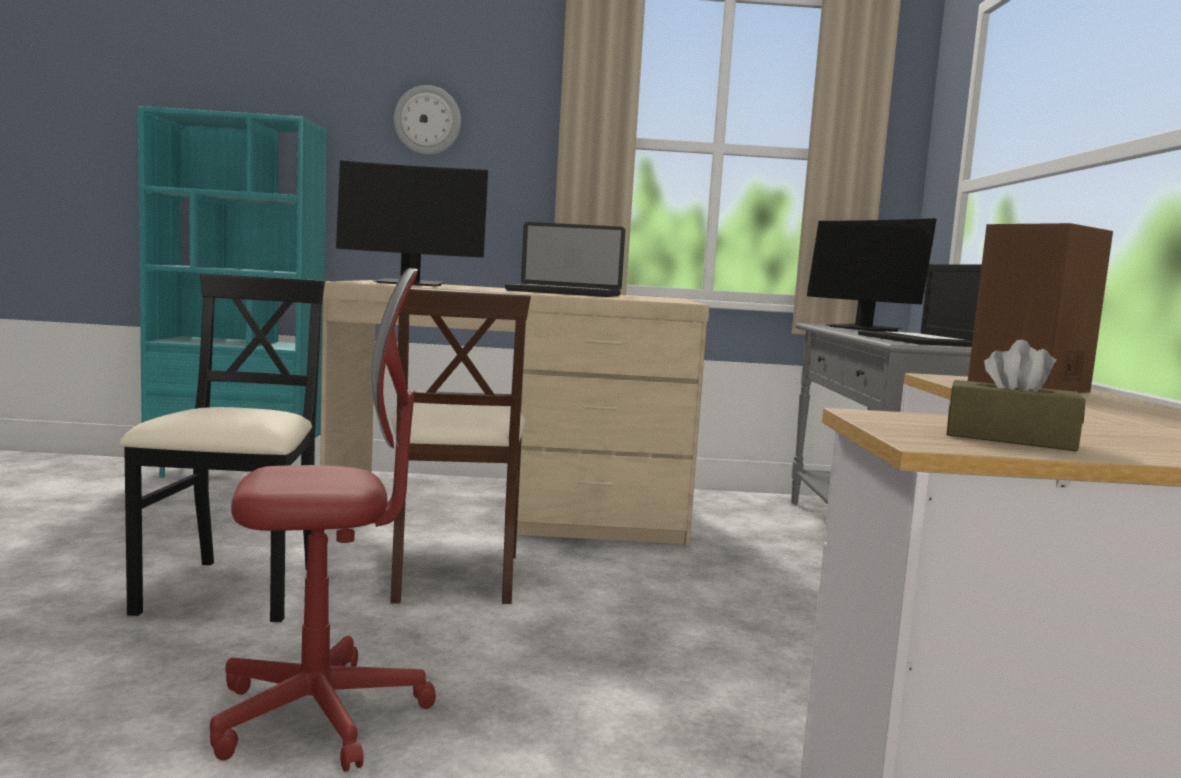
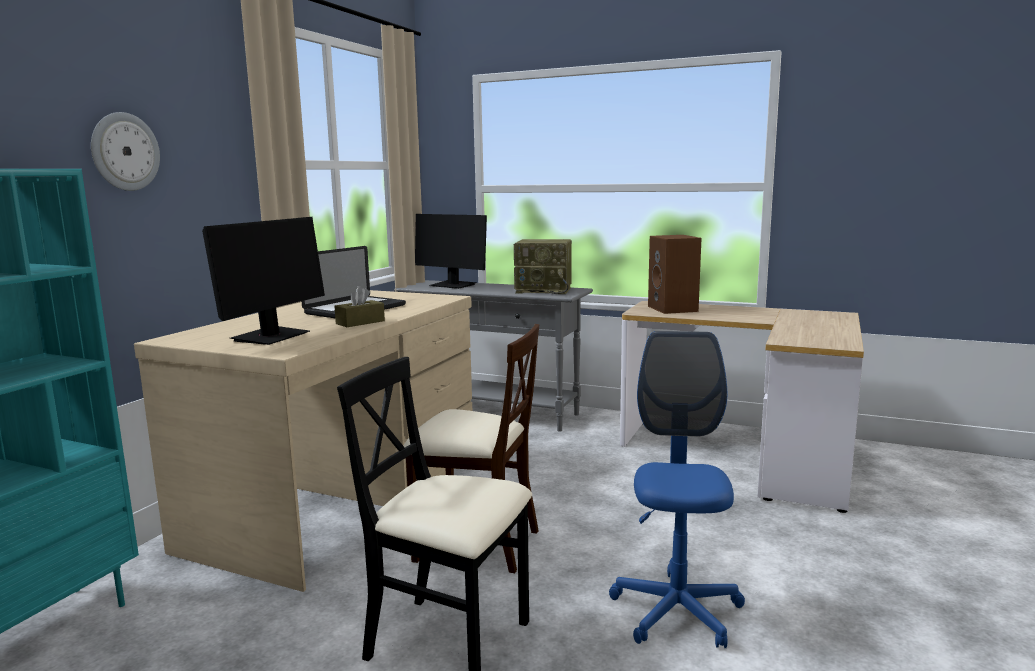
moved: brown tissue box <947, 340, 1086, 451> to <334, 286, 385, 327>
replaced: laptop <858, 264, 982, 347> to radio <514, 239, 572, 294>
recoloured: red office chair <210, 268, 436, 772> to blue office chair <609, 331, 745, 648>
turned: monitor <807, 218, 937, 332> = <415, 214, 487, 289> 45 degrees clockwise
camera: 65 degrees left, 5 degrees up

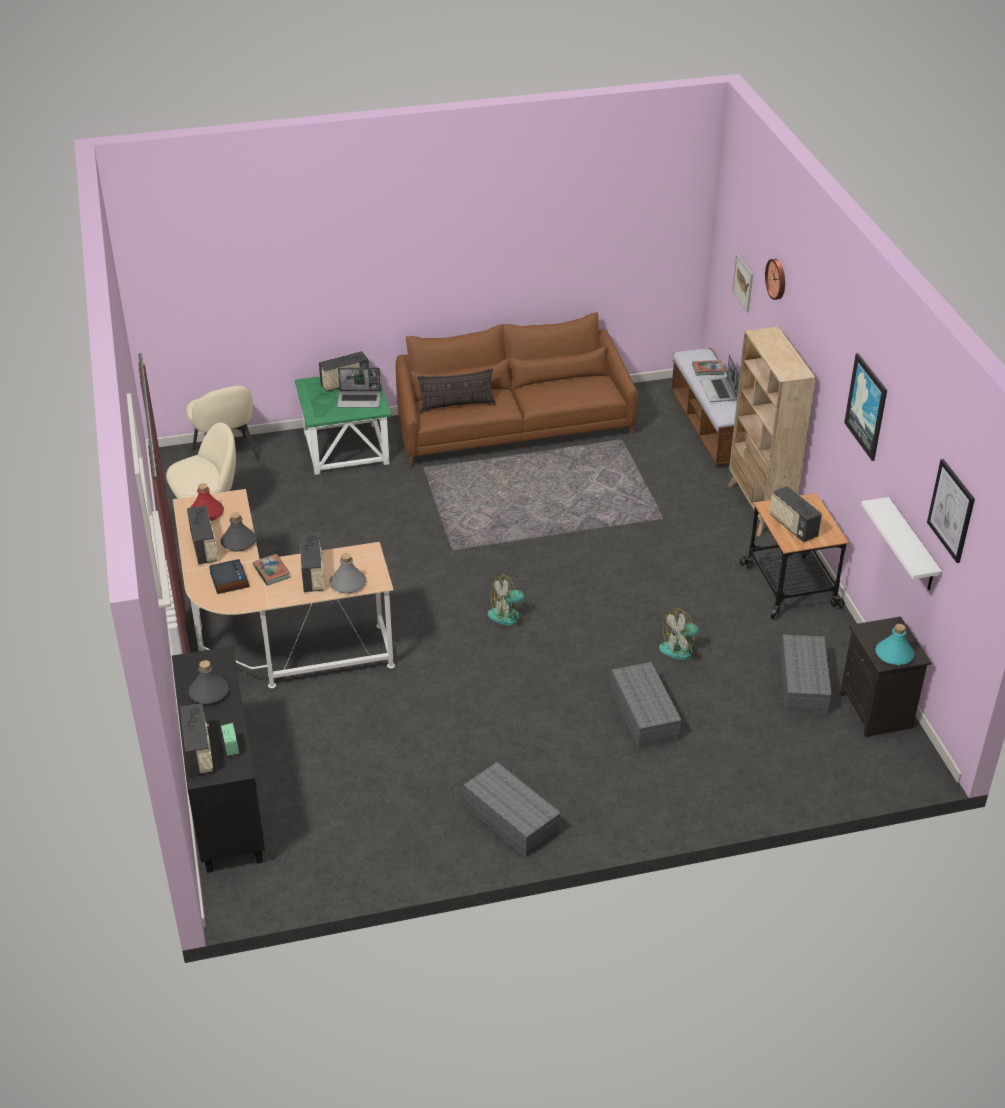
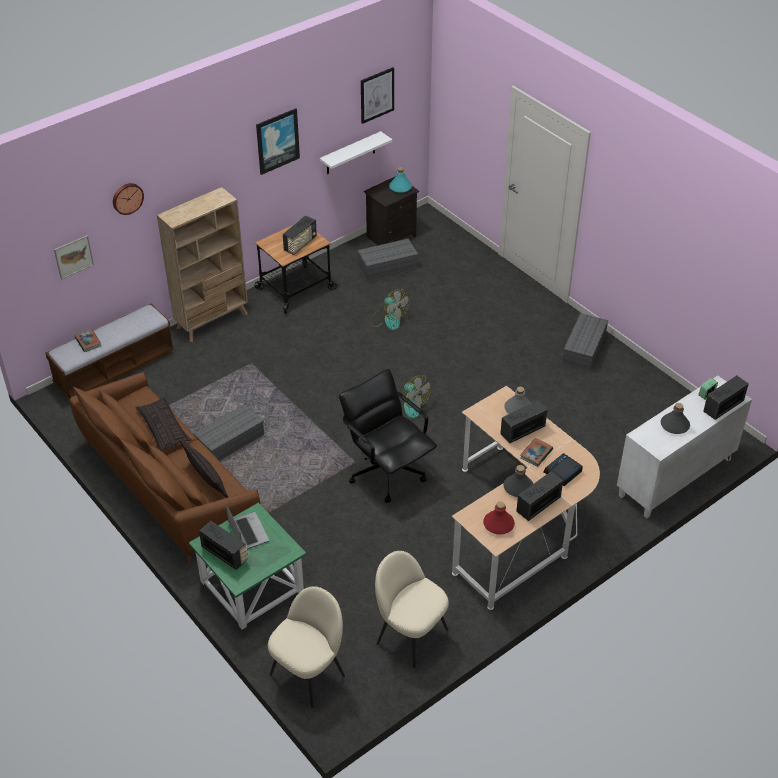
removed: laptop <700, 354, 740, 402>
added: black office chair <339, 369, 437, 503>; pillow <135, 396, 192, 451>
moved: grey storage box <611, 662, 682, 749> to <193, 404, 264, 461>
recoloured: black cabinet <172, 646, 265, 873> to white cabinet <617, 375, 752, 518>
camera: 115 degrees left, 5 degrees up

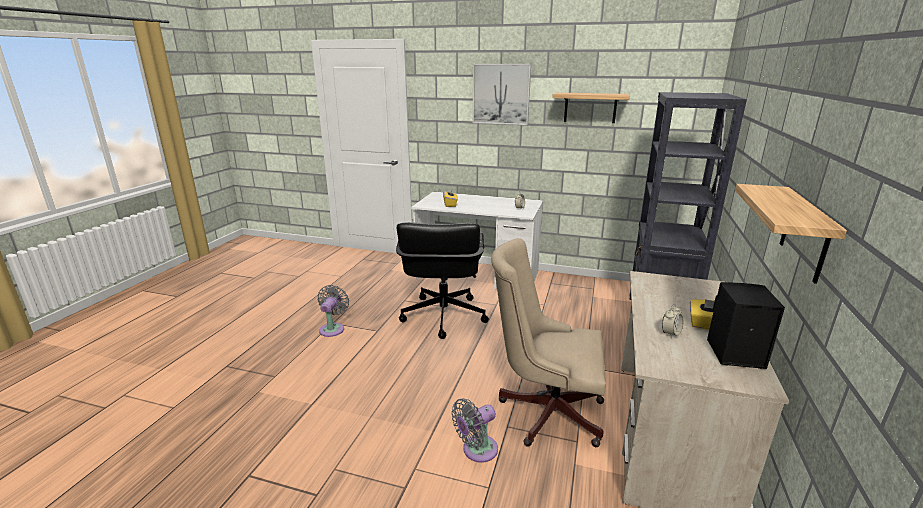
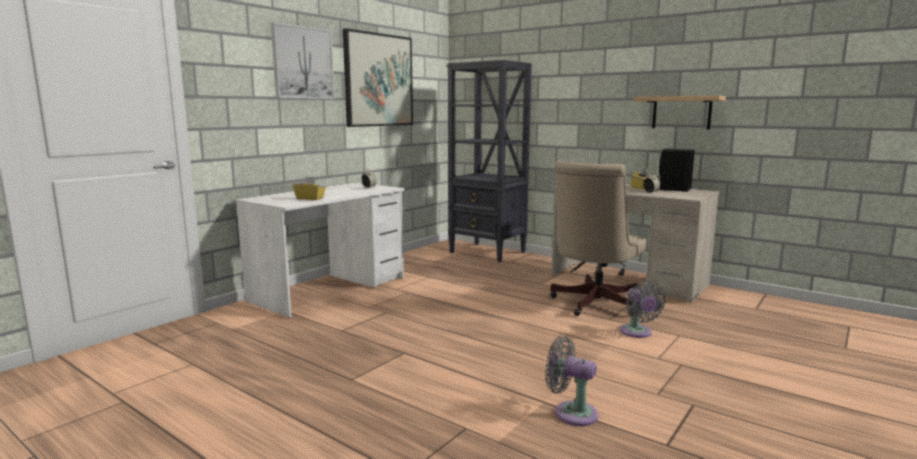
removed: black office chair <396, 222, 489, 339>
moved: grey fan <318, 285, 349, 337> to <545, 336, 598, 426>
replaced: shelf <552, 92, 630, 123> to picture <343, 28, 413, 127>
camera: 70 degrees left, 10 degrees down

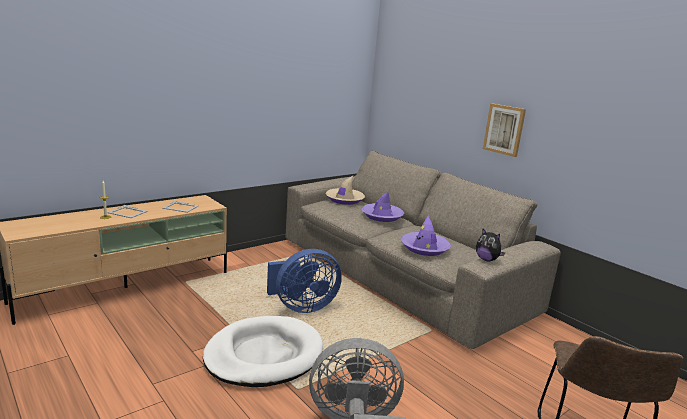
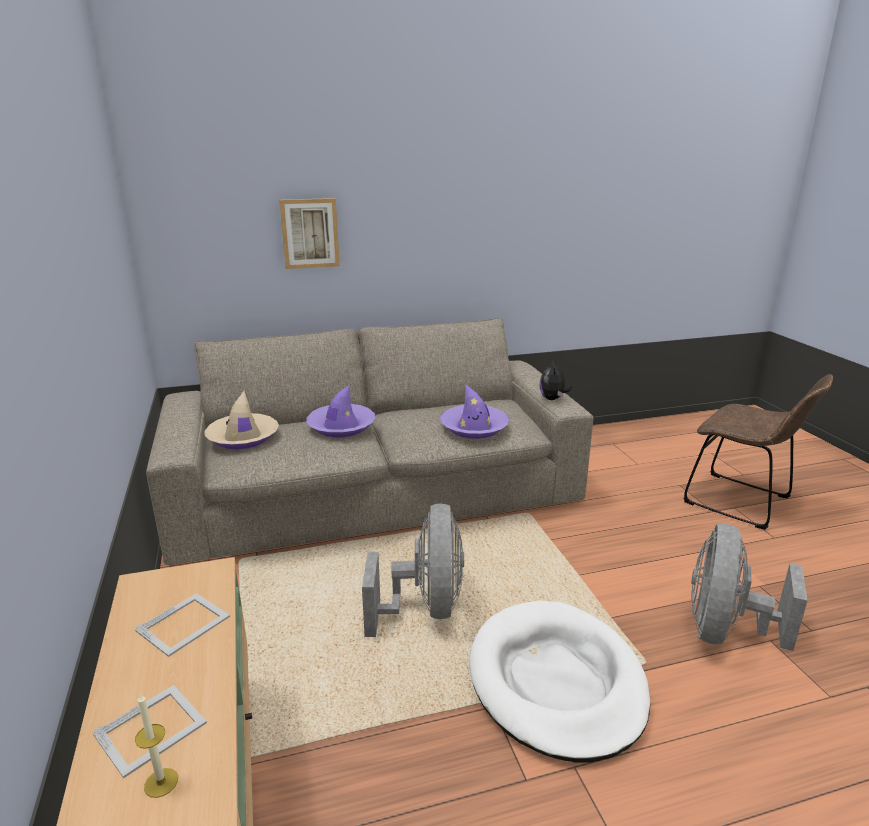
moved: picture <483, 104, 526, 157> to <279, 198, 340, 269>
recoloured: blue fan <267, 249, 342, 313> to grey fan <362, 503, 464, 637>
turned: plush toy <476, 229, 505, 261> = <539, 359, 572, 400> 120 degrees clockwise
camera: 65 degrees left, 5 degrees up

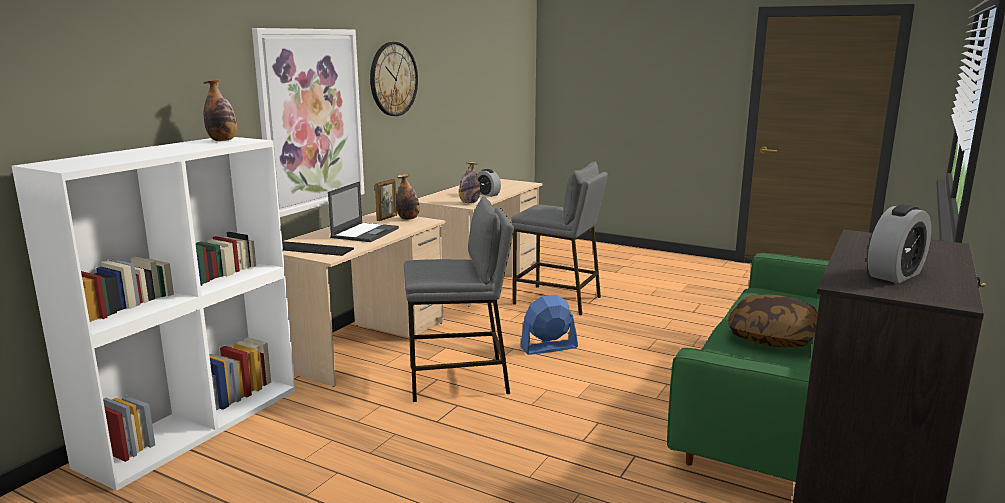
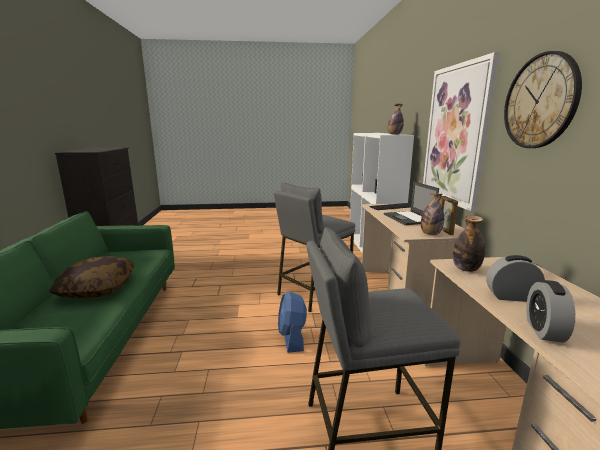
moved: alarm clock <868, 204, 931, 283> to <526, 280, 575, 343>
turned: blue fan <520, 295, 578, 355> = <278, 292, 307, 353> 135 degrees clockwise
camera: 145 degrees right, 0 degrees up

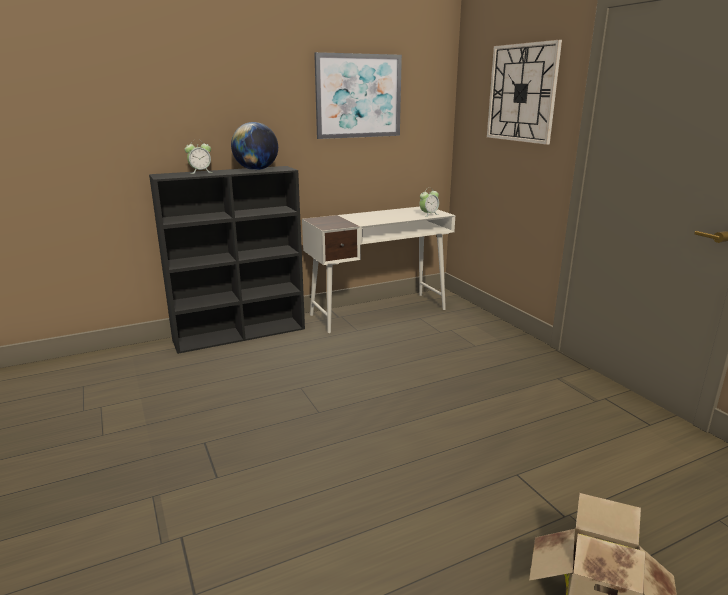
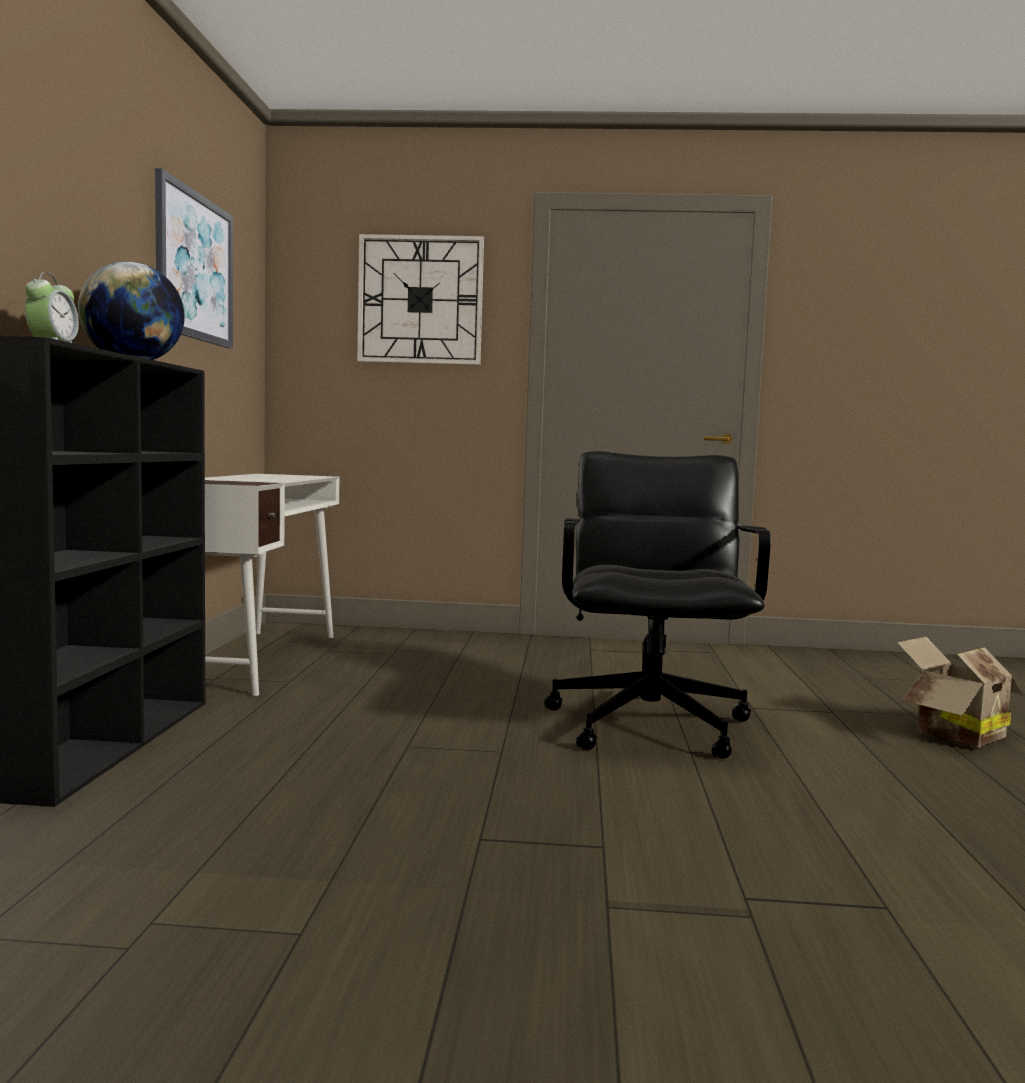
removed: alarm clock <420, 188, 439, 217>
added: black office chair <544, 451, 771, 759>
camera: 60 degrees left, 15 degrees down

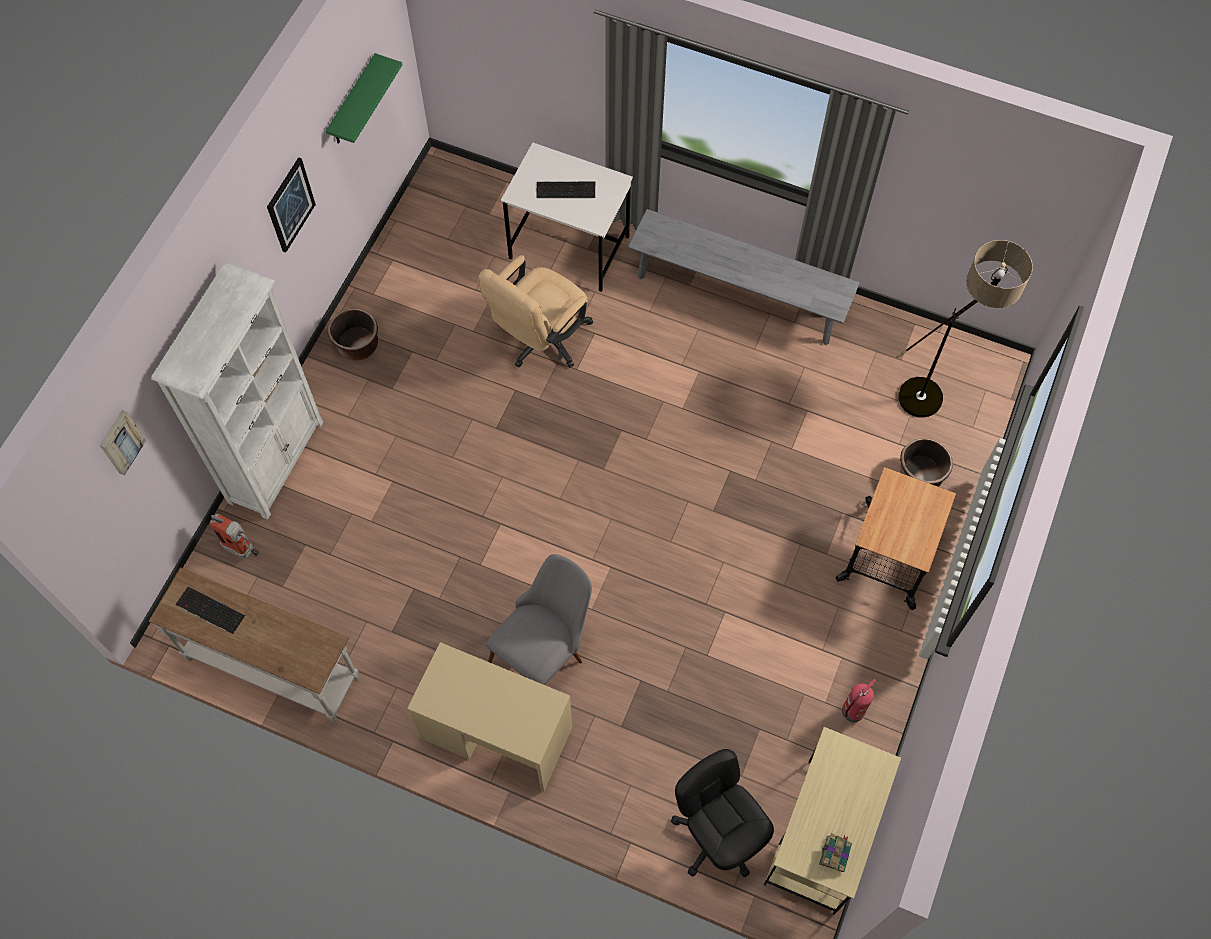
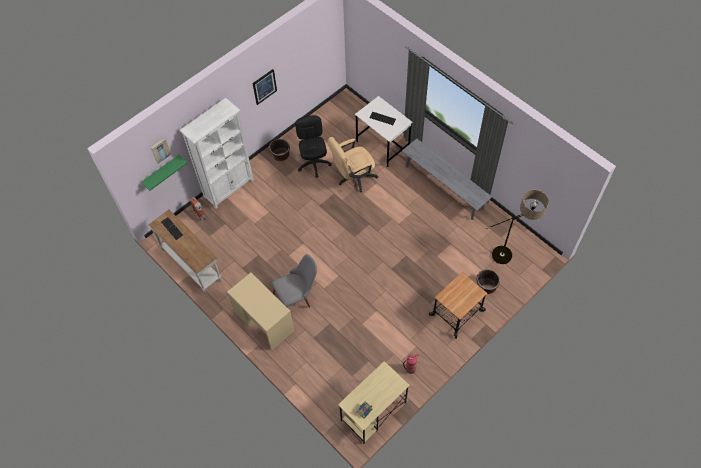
moved: green shelf <326, 53, 402, 144> to <141, 155, 188, 191>; black office chair <671, 749, 774, 877> to <295, 115, 332, 178>
camera: 25 degrees right, 5 degrees down

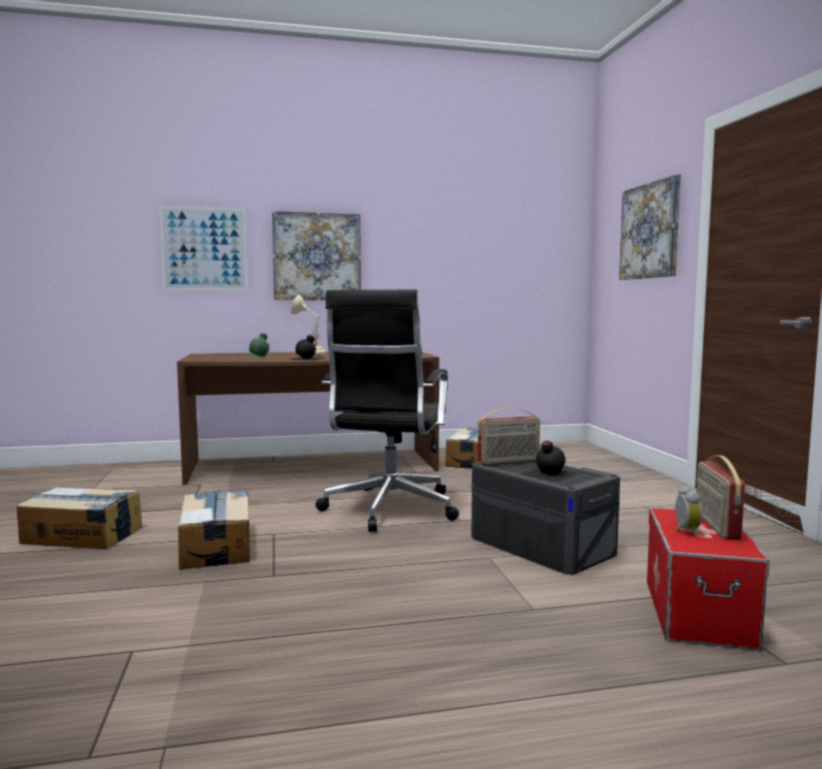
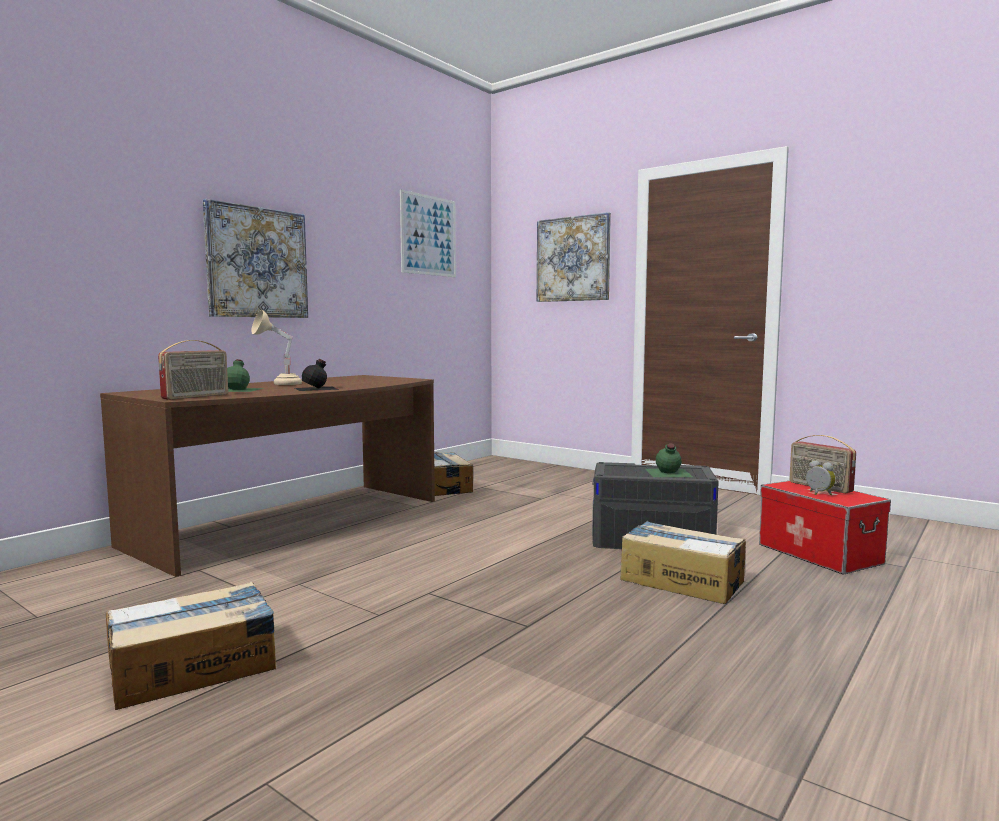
removed: black office chair <315, 290, 459, 532>
moved: picture <159, 206, 248, 291> to <400, 189, 456, 277>; radio <477, 408, 540, 464> to <158, 340, 228, 400>; cardboard box <178, 490, 250, 570> to <620, 521, 746, 604>
recoloured: black bottle <519, 440, 580, 482> to green bottle <646, 443, 693, 477>
camera: 40 degrees left, 0 degrees up

